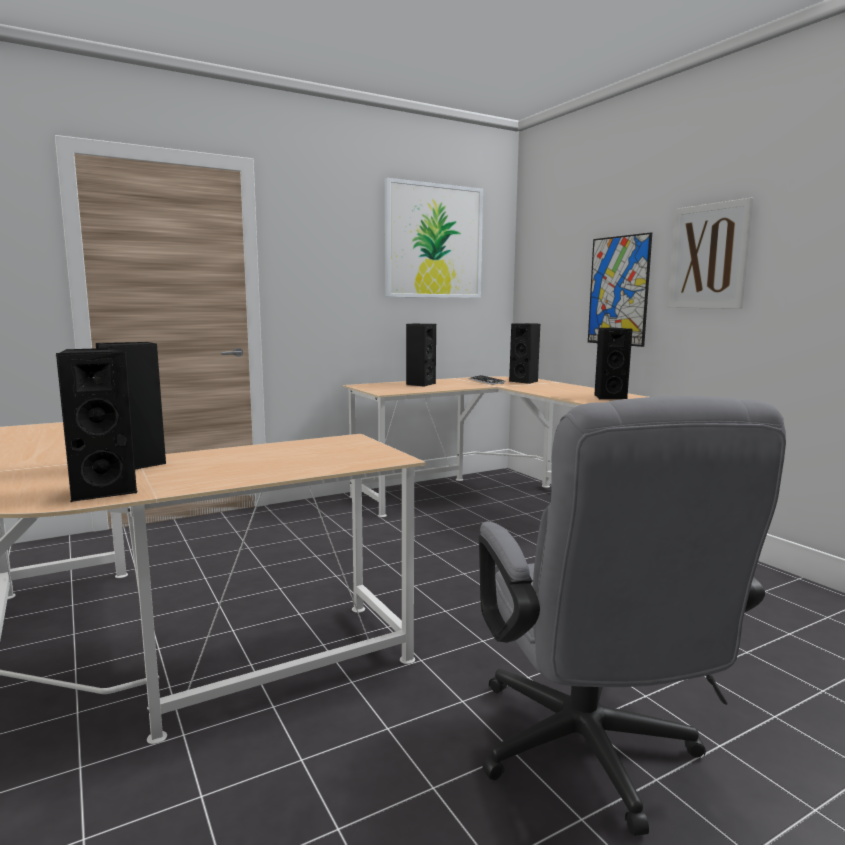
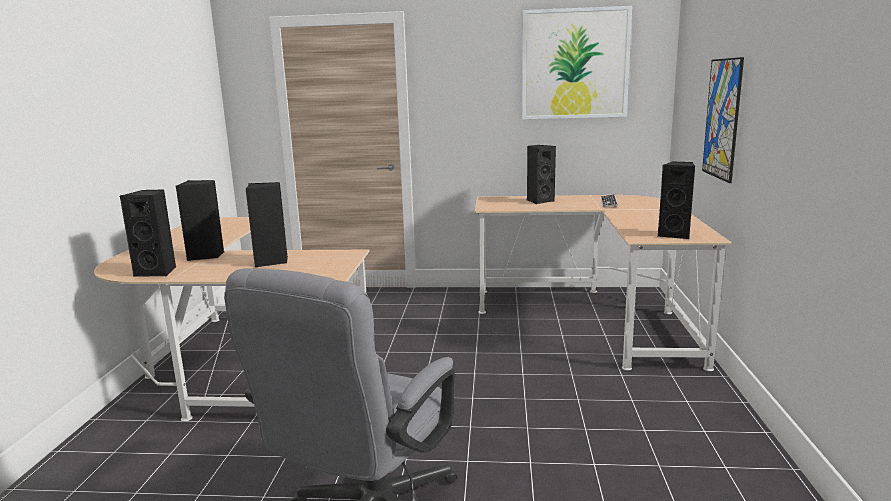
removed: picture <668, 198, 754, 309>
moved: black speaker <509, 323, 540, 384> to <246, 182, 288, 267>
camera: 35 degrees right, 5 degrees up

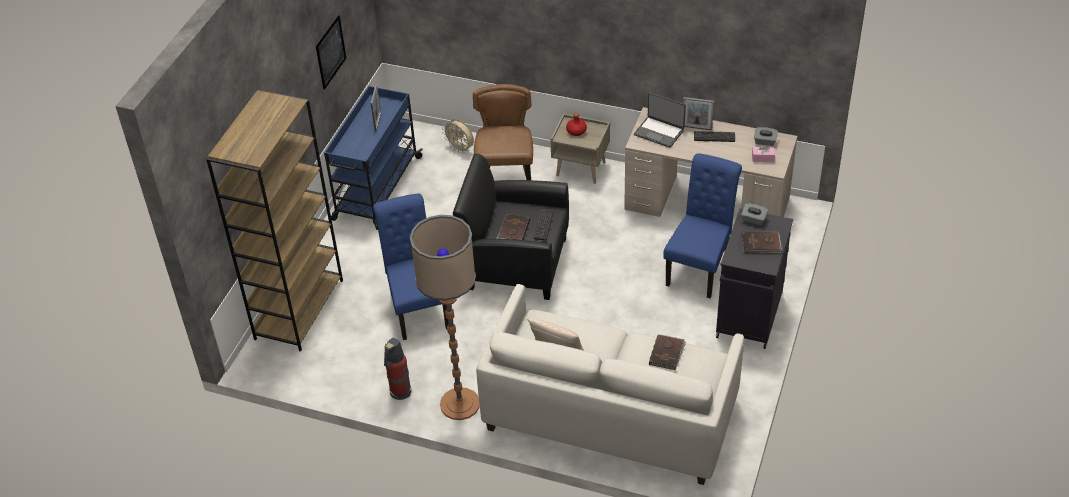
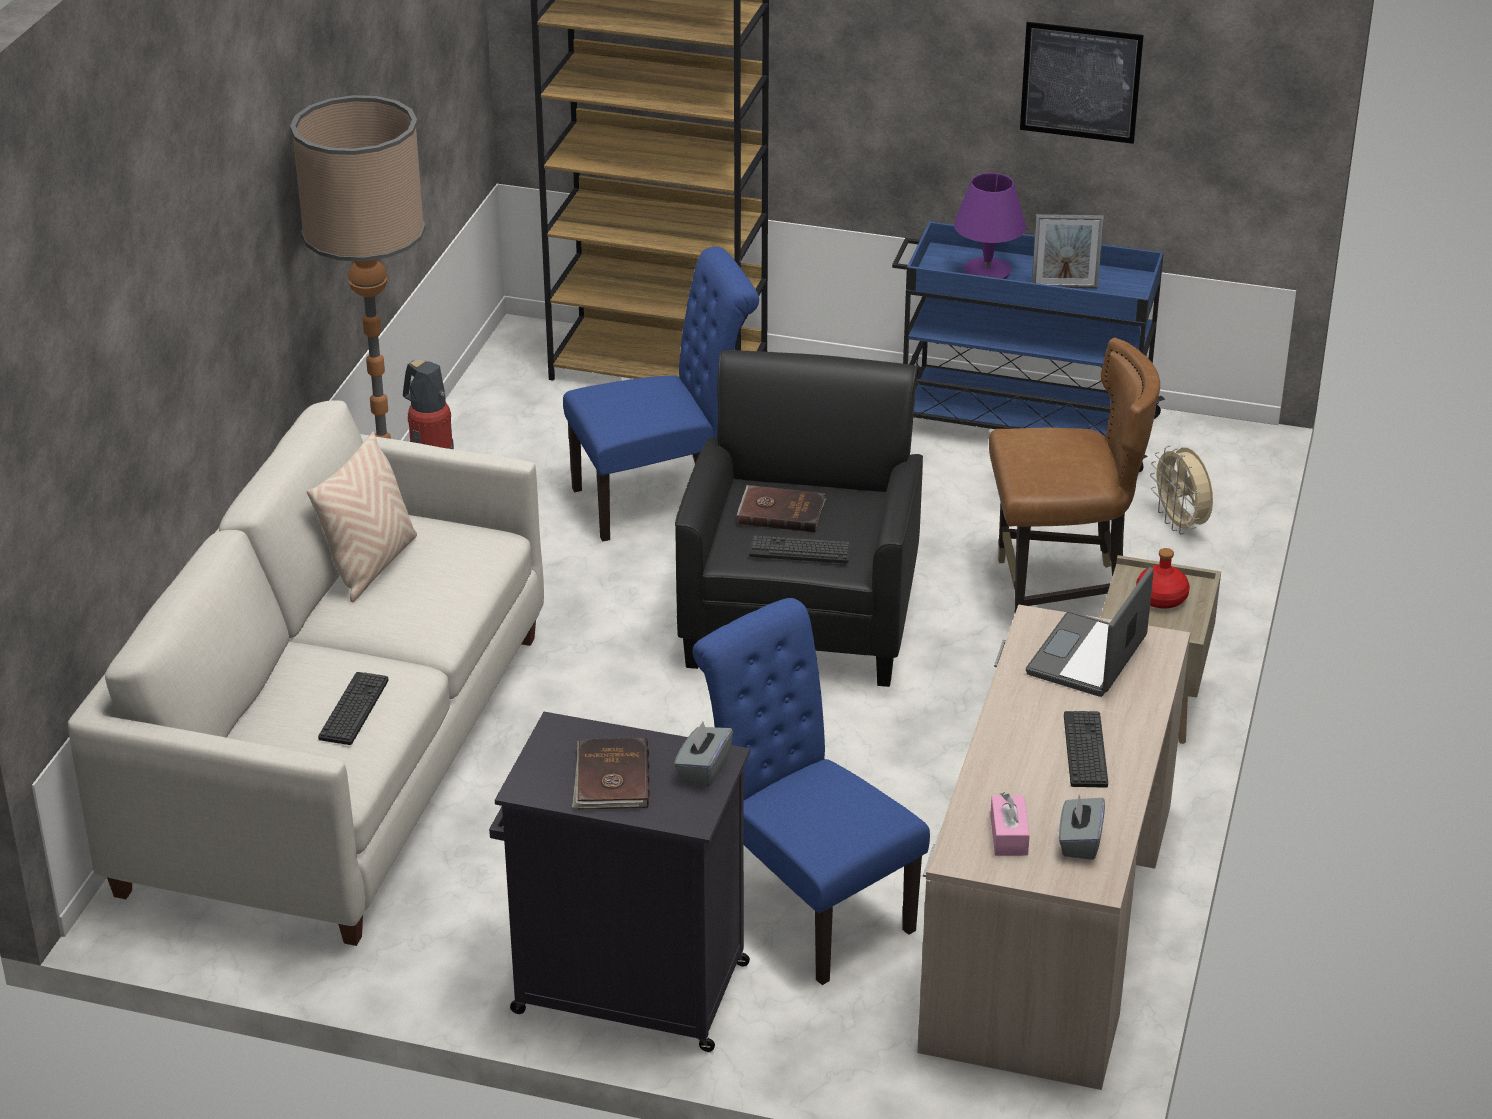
removed: picture frame <683, 97, 714, 131>
added: purple table lamp <954, 173, 1026, 279>
replaced: brown book <649, 335, 686, 370> to keyboard <318, 672, 389, 745>
turned: beige fan <442, 119, 474, 154> = <1150, 446, 1213, 534> 60 degrees counterclockwise; blue chair <663, 153, 742, 298> = <693, 598, 930, 985> 150 degrees counterclockwise
camera: 85 degrees right, 10 degrees down

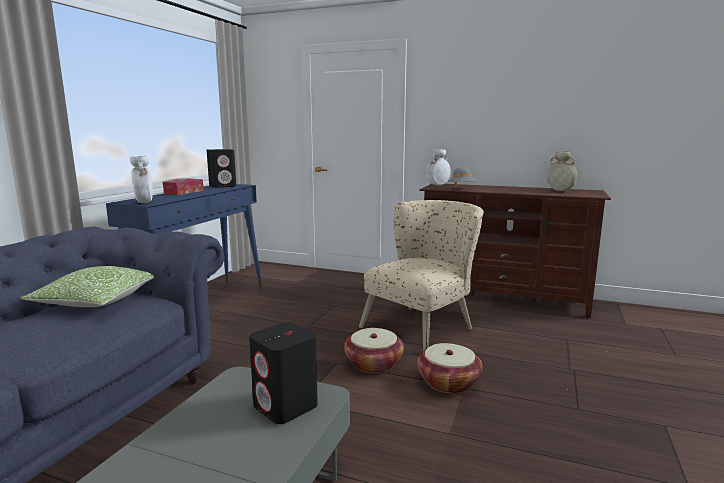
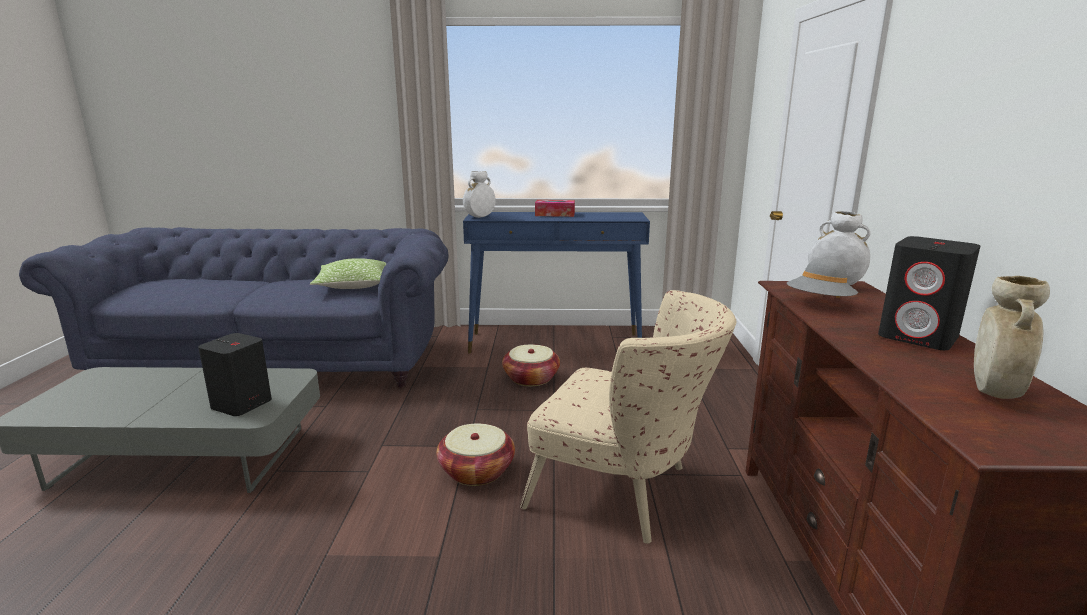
moved: black speaker <207, 149, 236, 188> to <878, 236, 980, 350>; basket <417, 343, 482, 393> to <502, 345, 560, 386>
camera: 70 degrees right, 5 degrees up

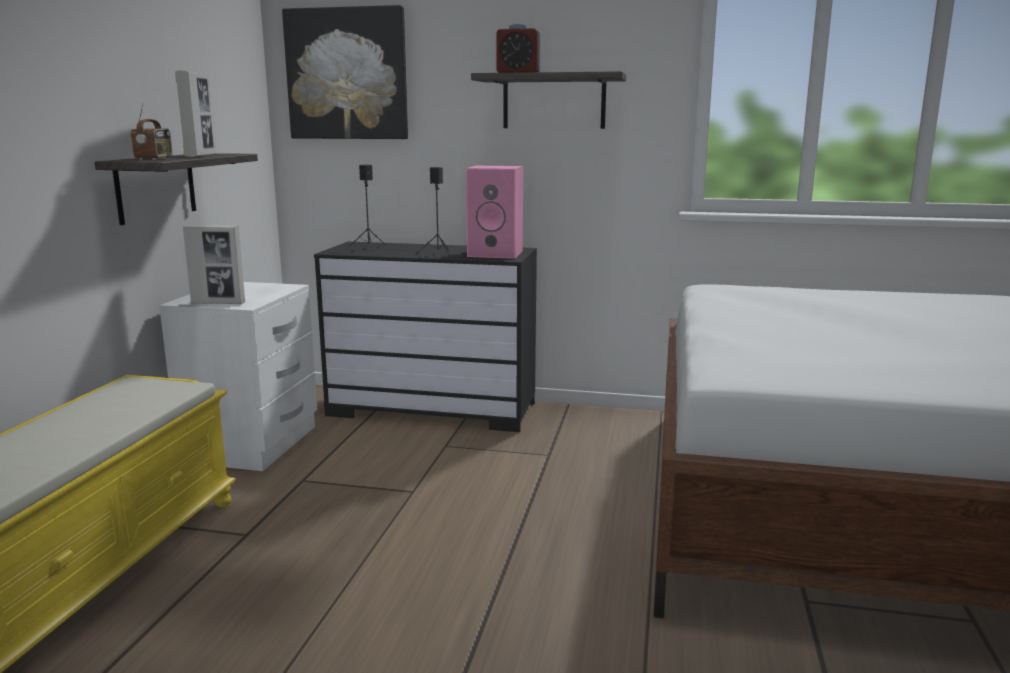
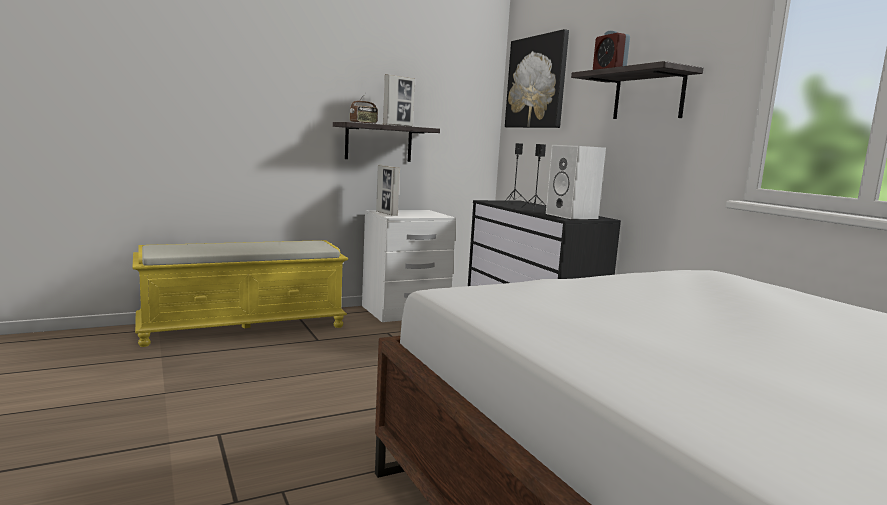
recoloured: pink speaker <466, 166, 523, 259> to white speaker <546, 145, 606, 219>
camera: 50 degrees right, 5 degrees down

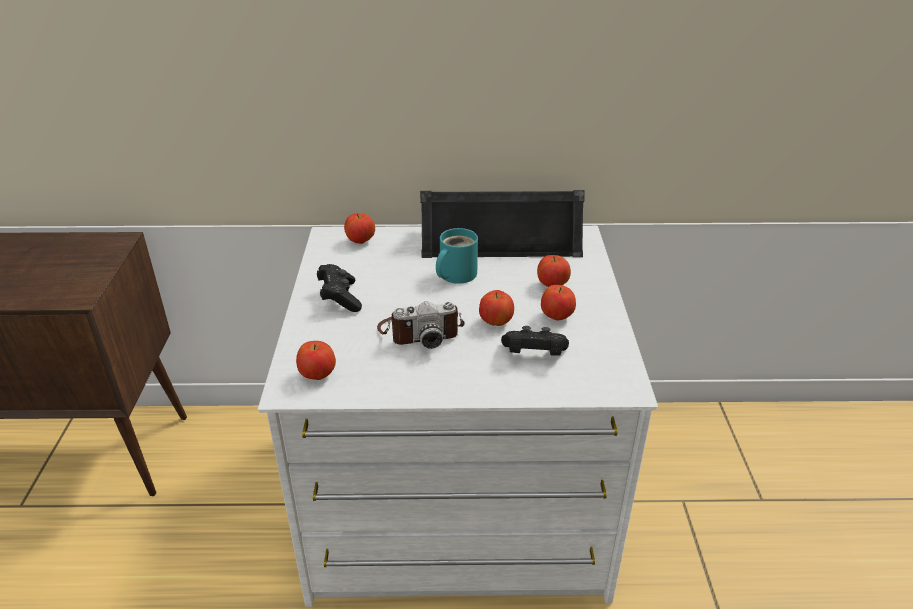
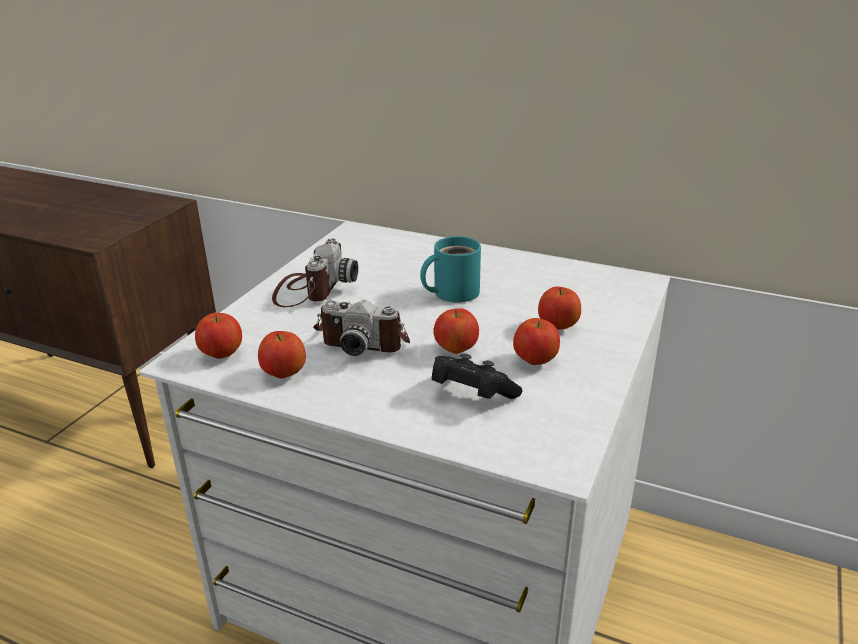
removed: black speaker <420, 190, 585, 258>
moved: apple <344, 213, 375, 244> to <258, 331, 306, 379>
replaced: black game controller <317, 264, 362, 312> to photo camera <272, 238, 358, 307>
camera: 25 degrees right, 5 degrees down

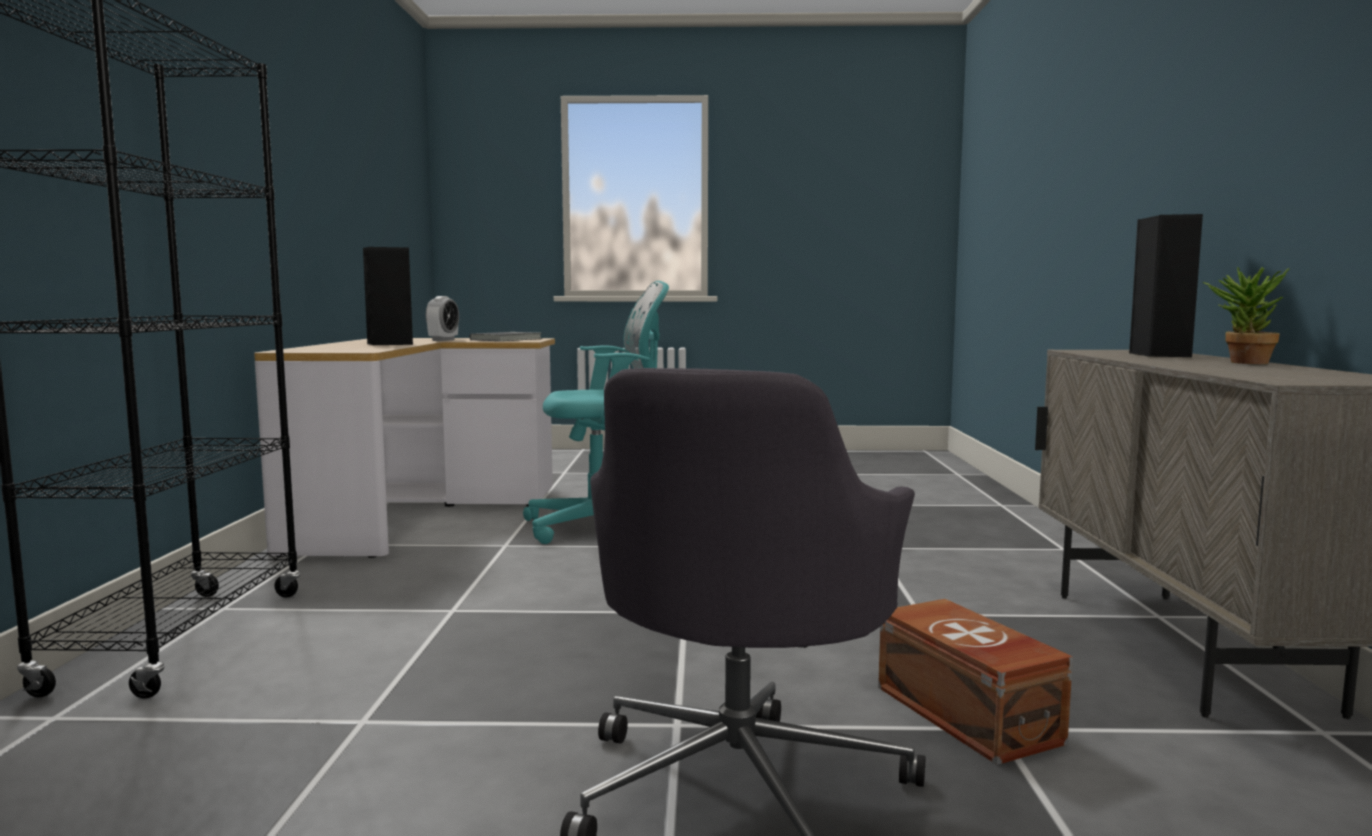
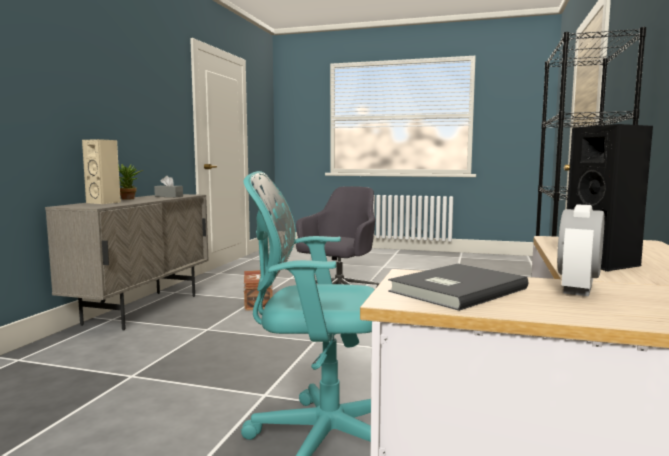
added: grey tissue box <154, 176, 183, 197>
recoloured: black speaker <1128, 214, 1203, 357> to beige speaker <82, 139, 121, 204>
camera: 165 degrees left, 0 degrees up

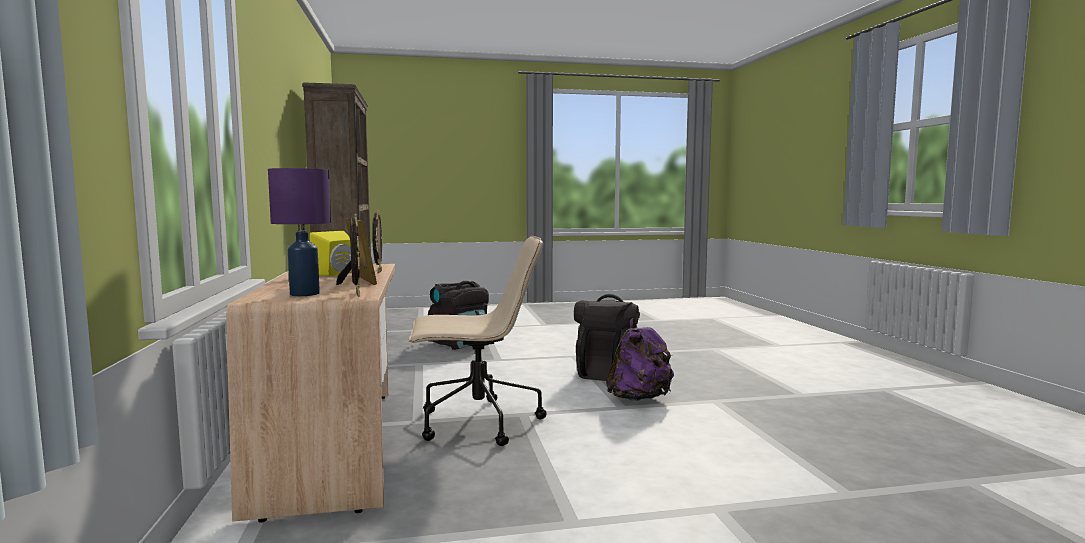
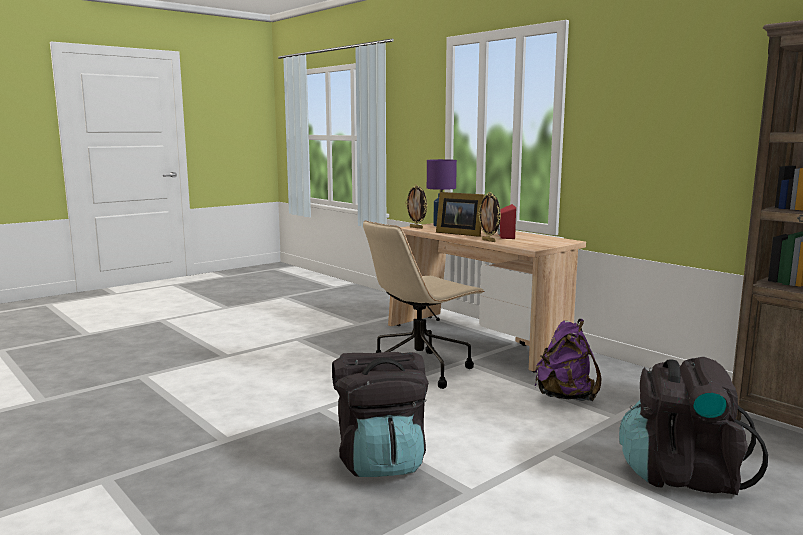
moved: purple backpack <606, 318, 674, 401> to <535, 319, 602, 401>
recoloured: yellow speaker <310, 231, 352, 276> to red speaker <497, 204, 516, 239>
camera: 150 degrees right, 5 degrees up

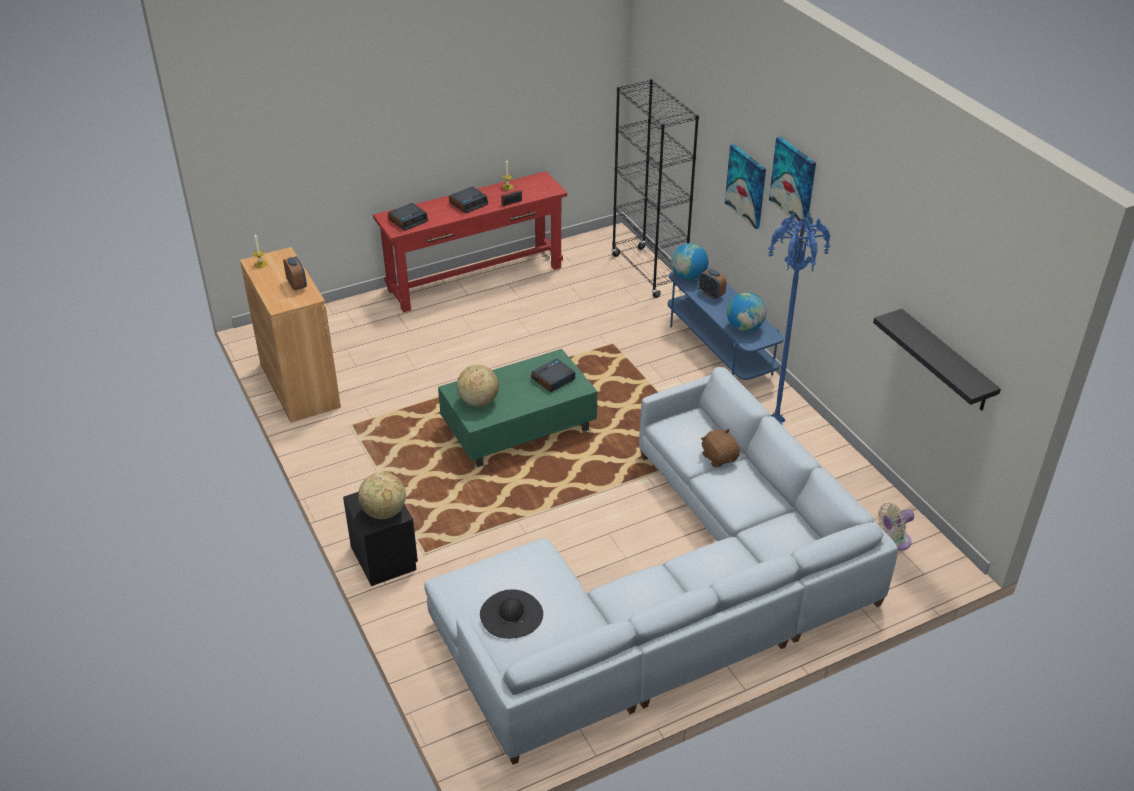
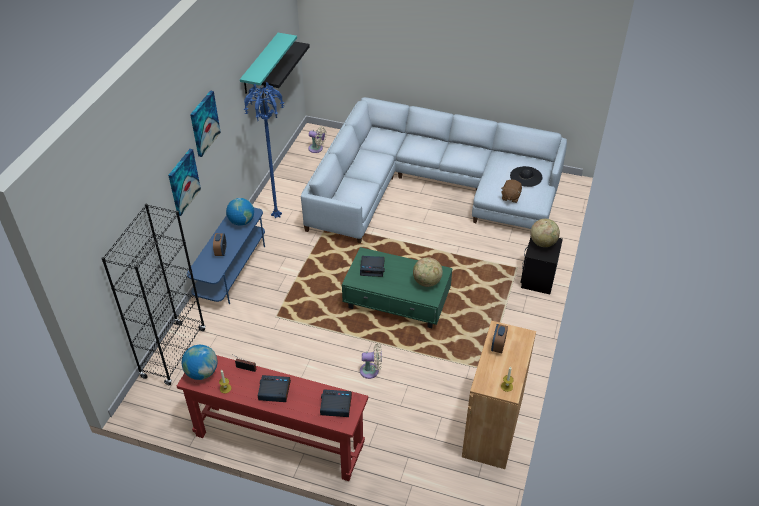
added: turquoise shelf <240, 33, 297, 94>; beige fan <360, 344, 382, 379>
moved: globe <671, 243, 708, 280> to <182, 345, 217, 380>; brown plush toy <701, 429, 740, 467> to <501, 180, 522, 203>
camera: 135 degrees left, 5 degrees up

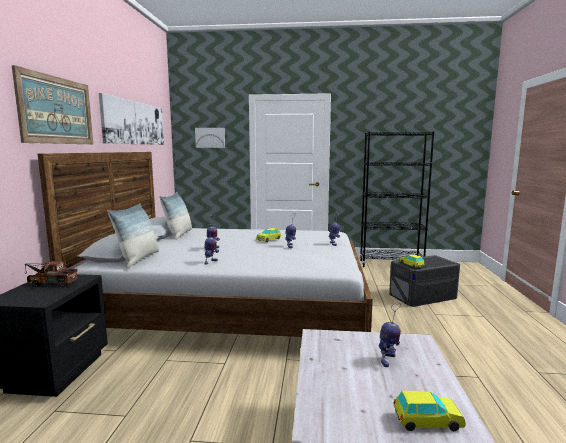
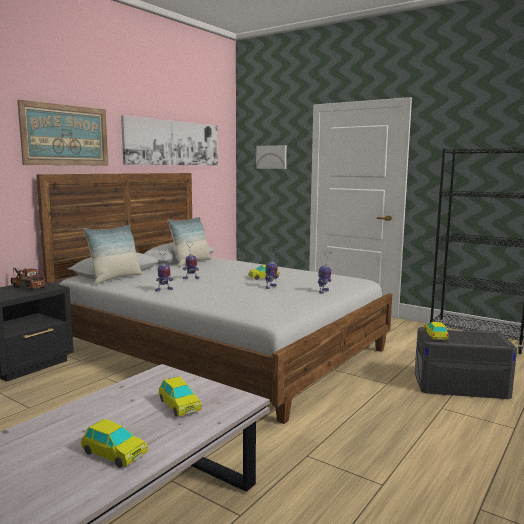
replaced: toy robot <379, 303, 401, 367> to toy car <159, 376, 202, 417>
camera: 30 degrees right, 0 degrees up

